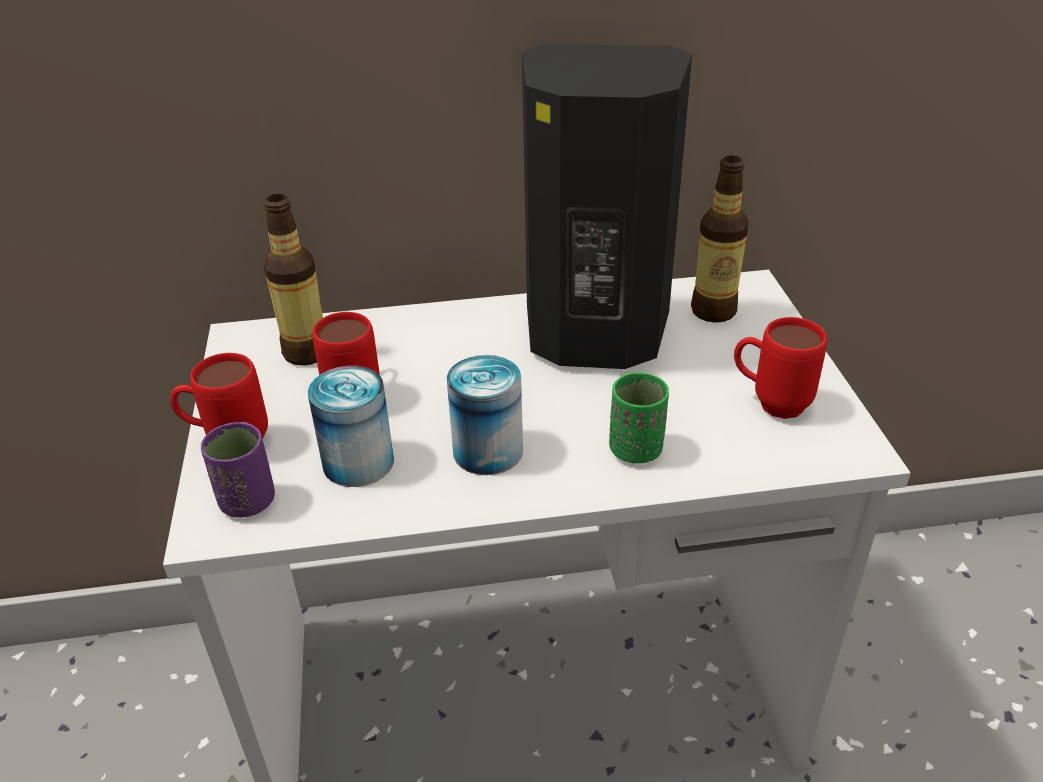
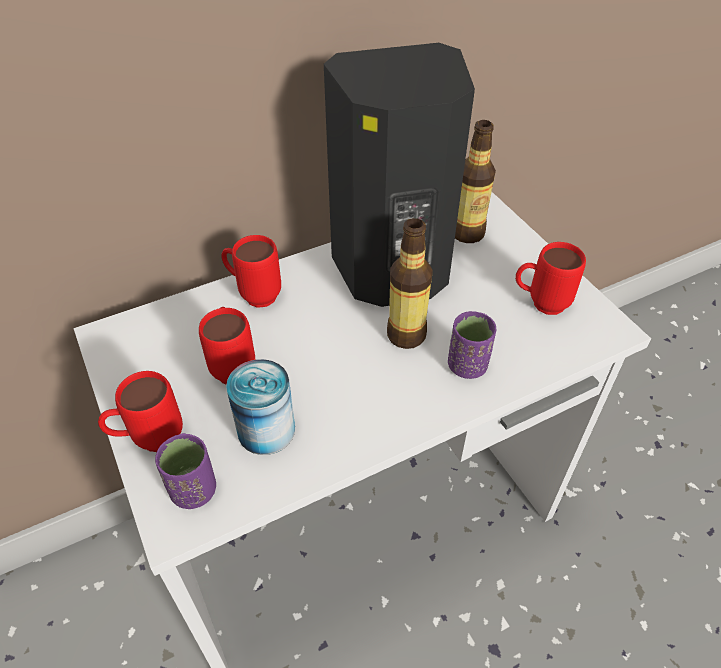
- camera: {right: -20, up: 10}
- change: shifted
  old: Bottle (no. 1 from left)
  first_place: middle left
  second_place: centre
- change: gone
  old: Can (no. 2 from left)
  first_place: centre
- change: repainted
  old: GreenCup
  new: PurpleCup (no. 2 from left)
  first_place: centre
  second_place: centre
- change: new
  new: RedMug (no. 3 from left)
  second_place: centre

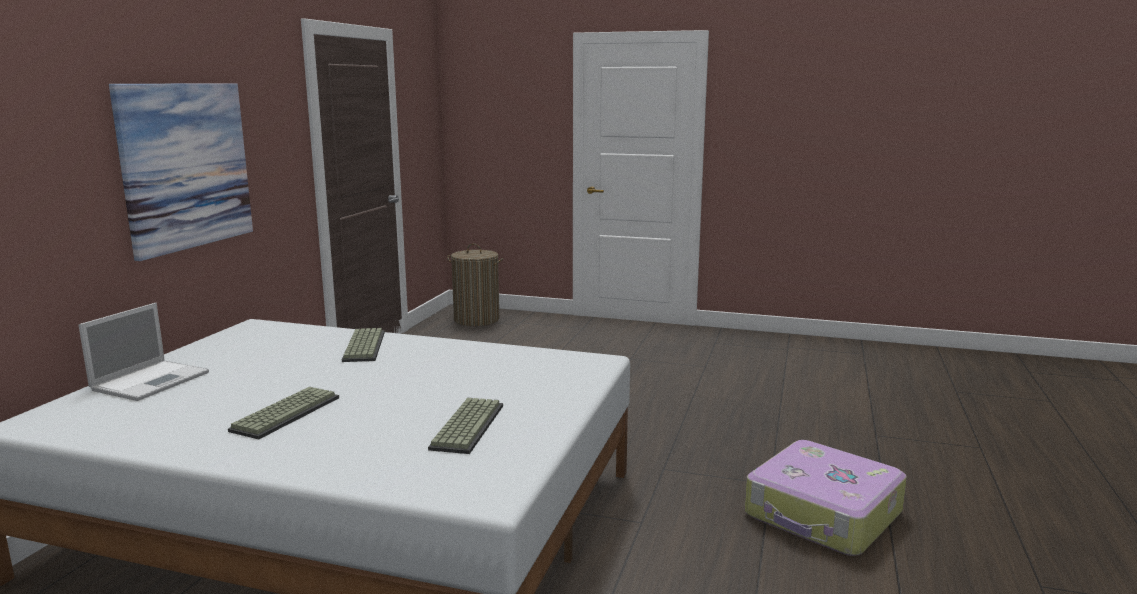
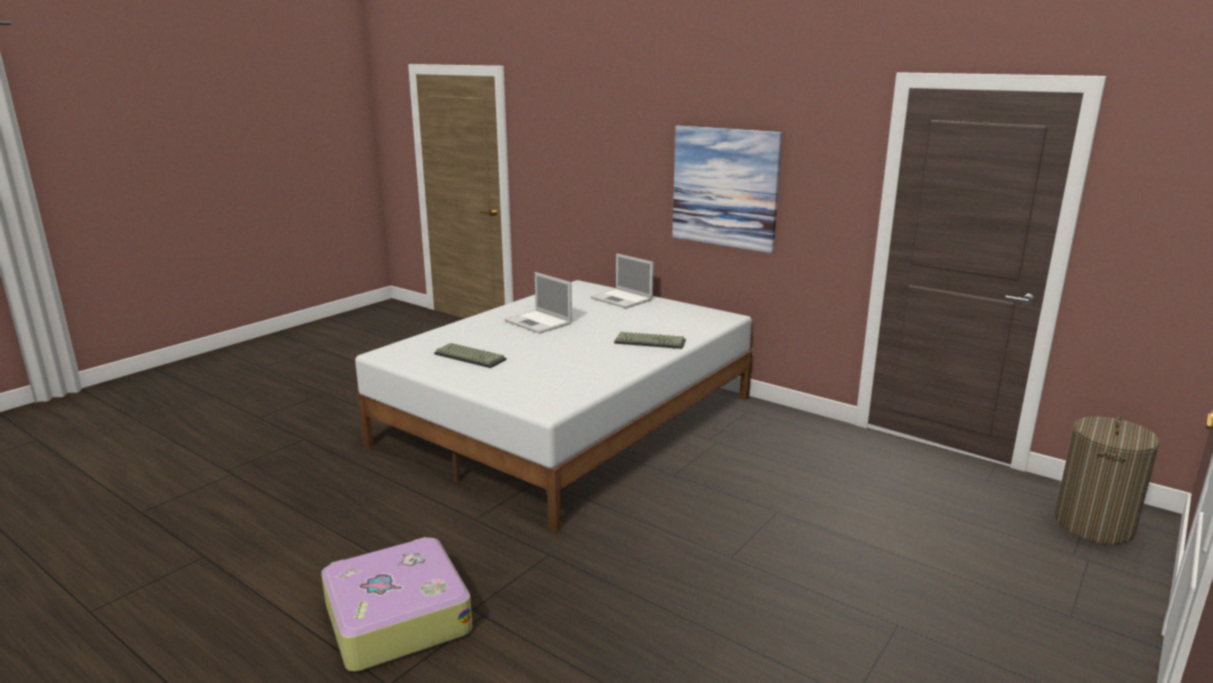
- camera: {right: 110, up: 5}
- change: swapped
  old: Keyboard (no. 1 from left)
  new: Laptop (no. 1 from left)
  first_place: bottom left
  second_place: centre

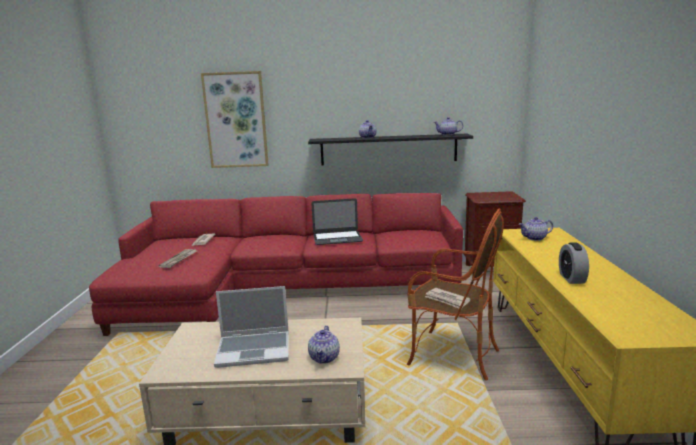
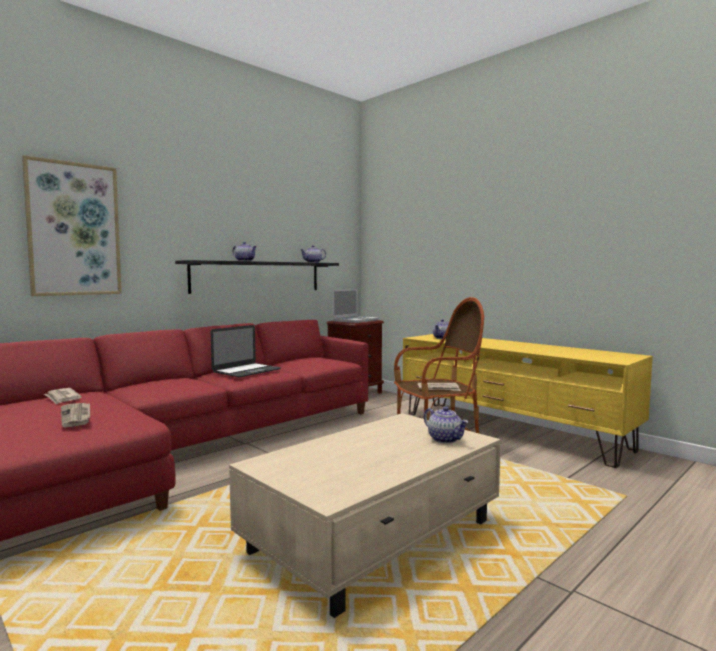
- camera: {right: -45, up: -10}
- change: shifted
  old: Laptop (no. 1 from left in the first image)
  new: Laptop (no. 2 from left)
  first_place: bottom centre
  second_place: centre
- change: gone
  old: AlarmClock
  first_place: middle right

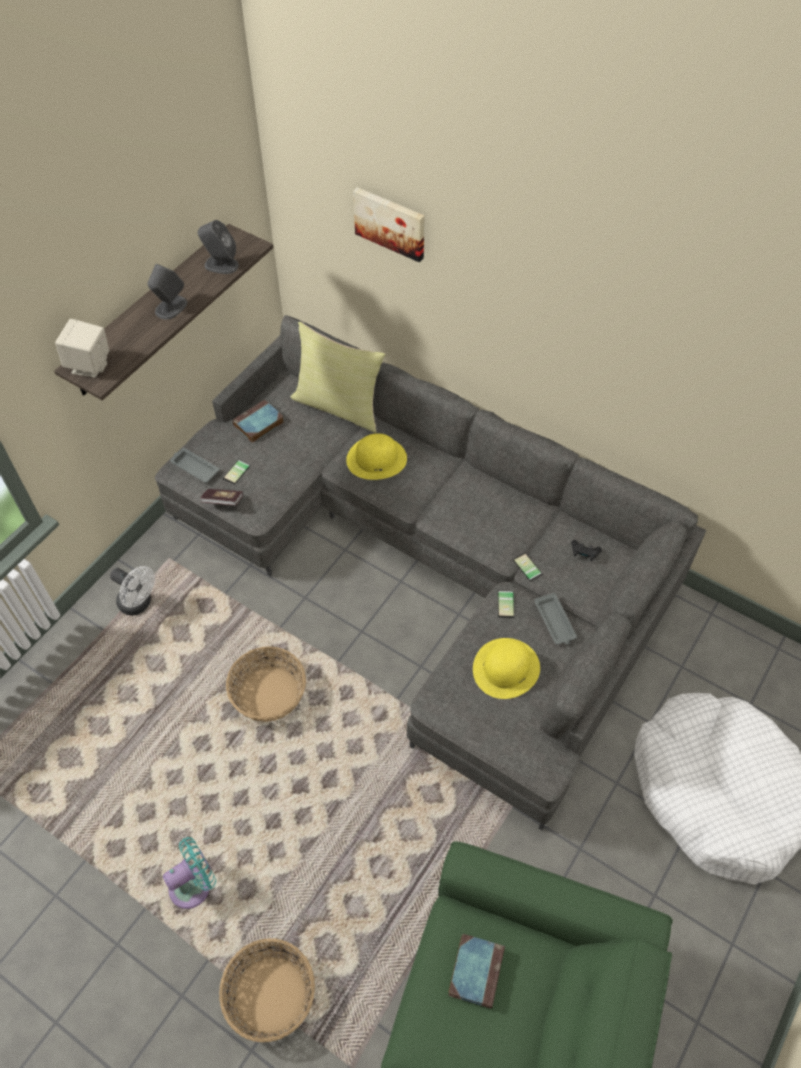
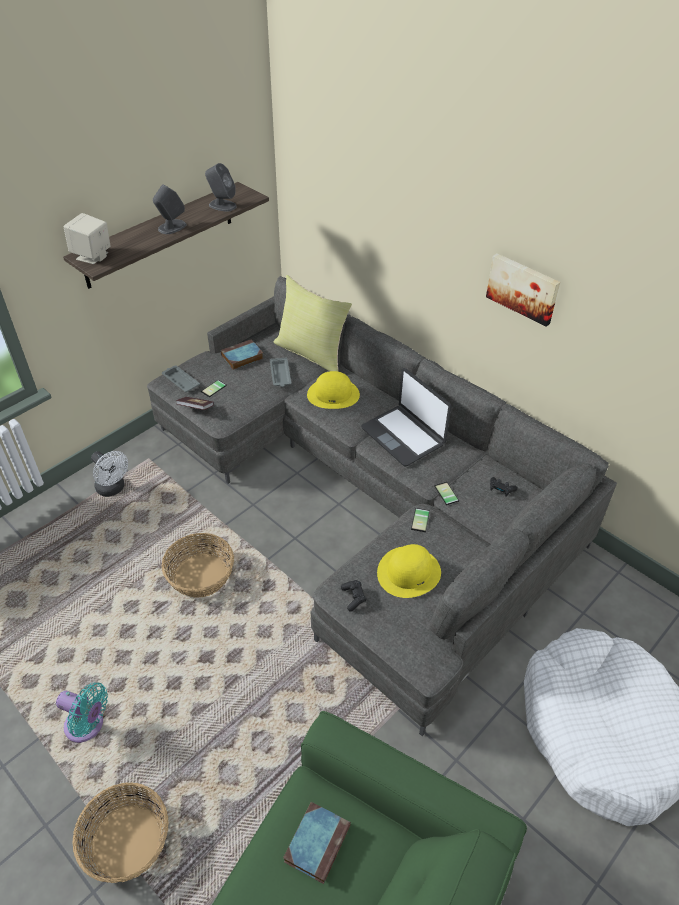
- camera: {right: 10, up: -10}
- change: rotated
  old: TurquoiseFan
  first_place: bottom left
  second_place: bottom left
  degrees: 45
- change: shifted
  old: Picture
  first_place: top centre
  second_place: top right
- change: shifted
  old: GreyTray (no. 2 from left)
  first_place: middle right
  second_place: centre
- change: new
  new: BlackGameController (no. 1 from left)
  second_place: centre
- change: new
  new: Laptop
  second_place: centre

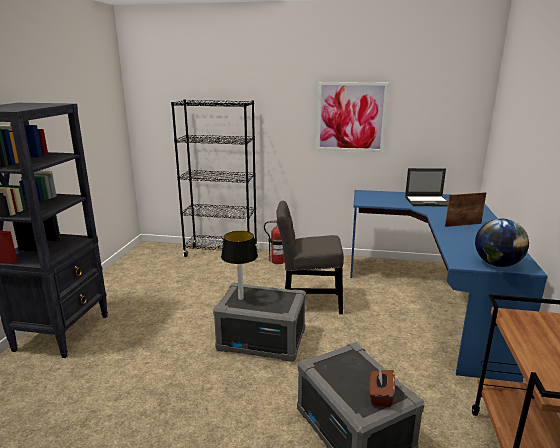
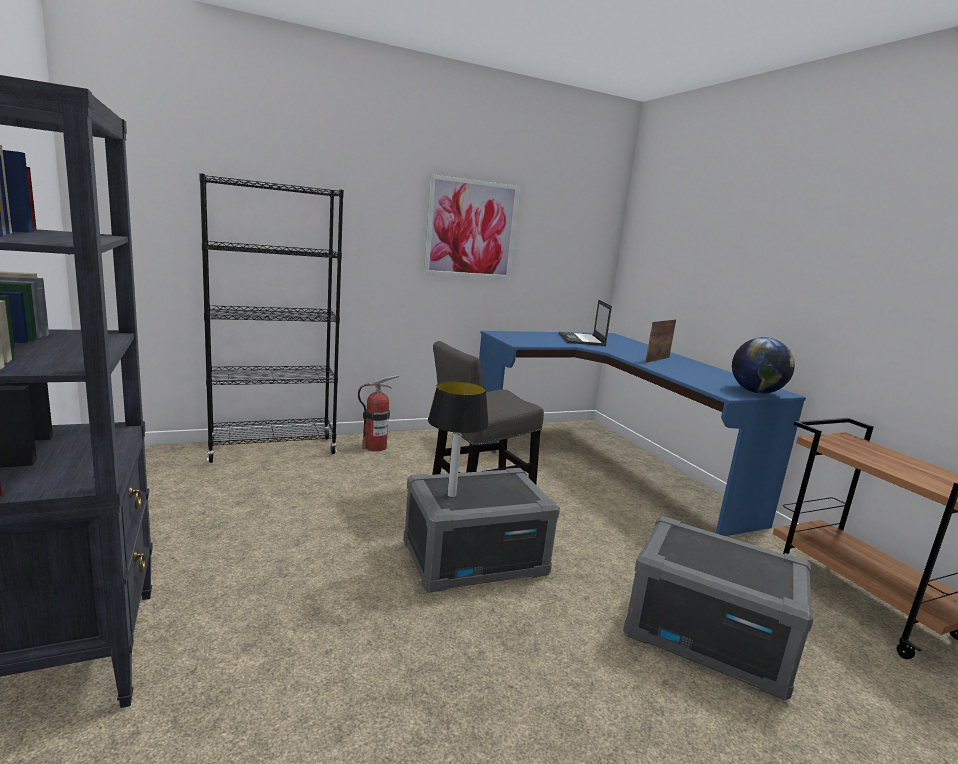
- camera: {right: -35, up: -5}
- change: gone
  old: BrownTissueBox
  first_place: bottom right
- change: rotated
  old: Laptop
  first_place: middle right
  second_place: centre
  degrees: 120

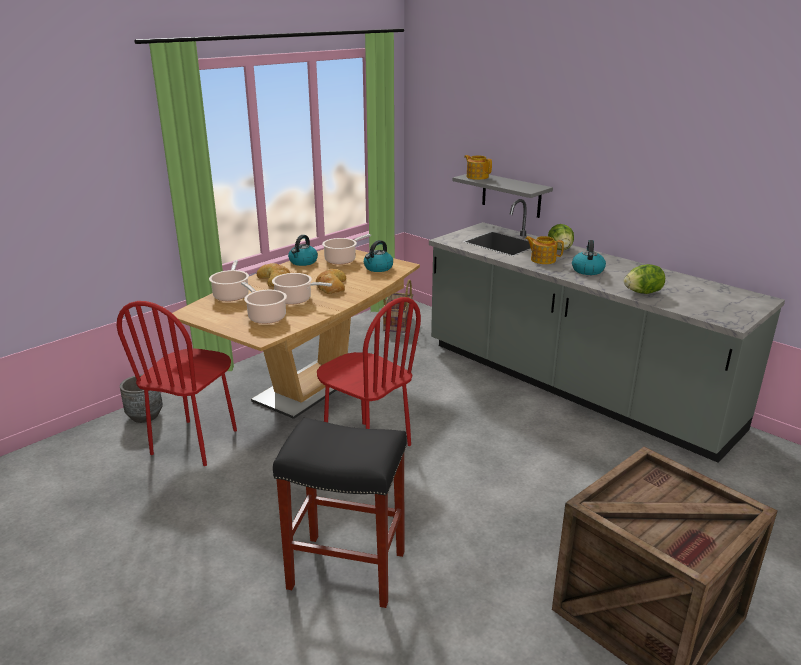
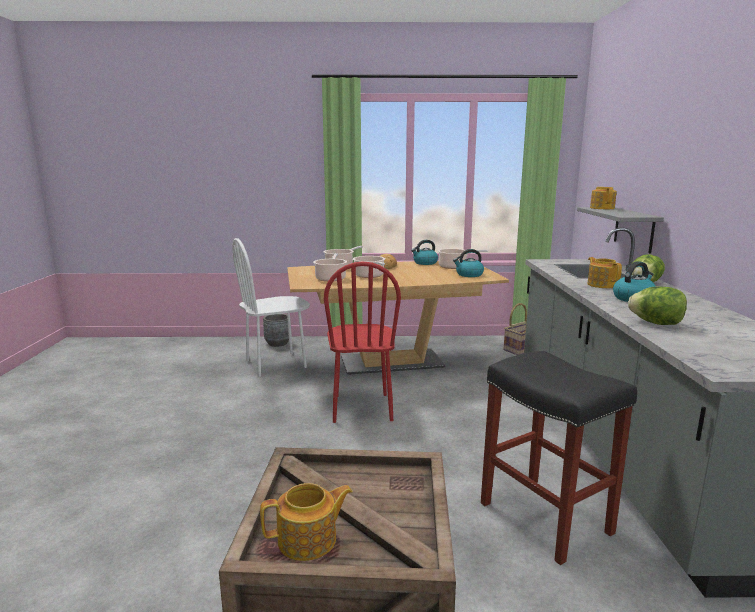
- camera: {right: 45, up: -10}
- change: repainted
  old: RedChair (no. 1 from left)
  new: WhiteChair
  first_place: middle left
  second_place: centre
- change: shifted
  old: BlackStool
  first_place: bottom centre
  second_place: bottom right
- change: gone
  old: Bread (no. 2 from left)
  first_place: centre
- change: new
  new: Teapot (no. 1 from left)
  second_place: bottom centre

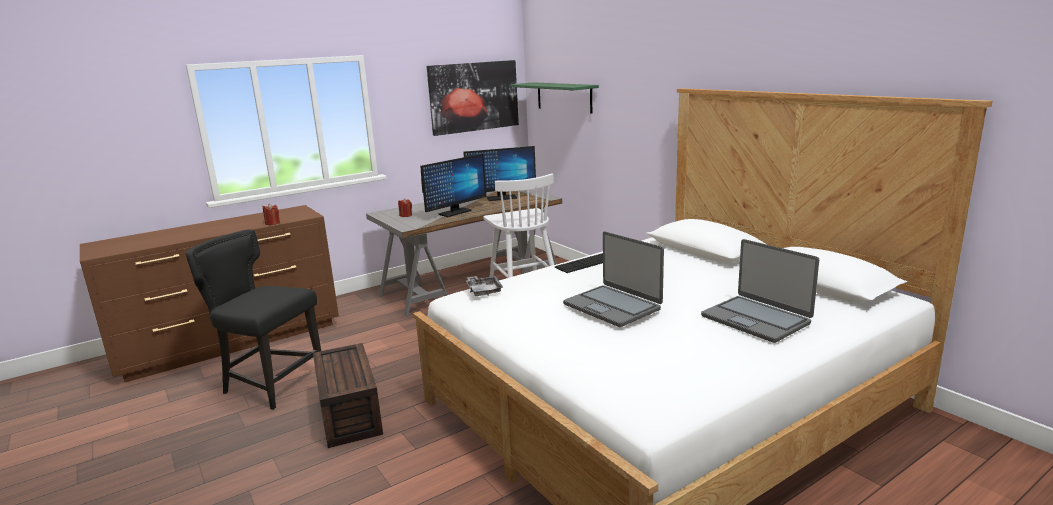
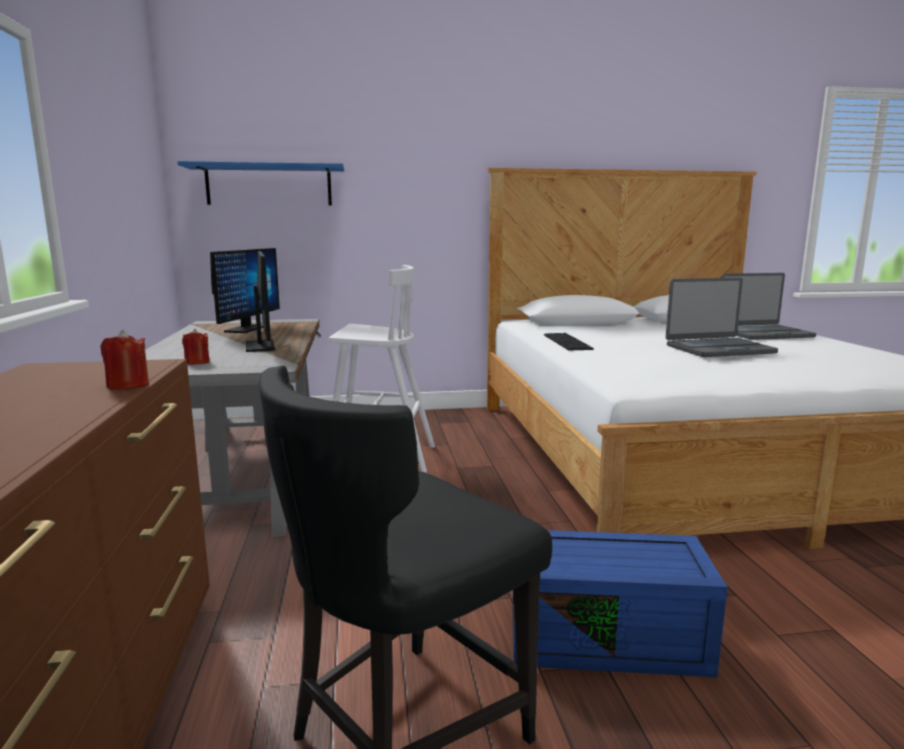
- camera: {right: -65, up: -5}
- change: repainted
  old: BrownStorageBox
  new: BlueStorageBox
  first_place: bottom left
  second_place: bottom right
- change: gone
  old: Picture
  first_place: top centre
- change: gone
  old: GreyTray
  first_place: centre
- change: repainted
  old: GreenShelf
  new: BlueShelf
  first_place: top centre
  second_place: top left

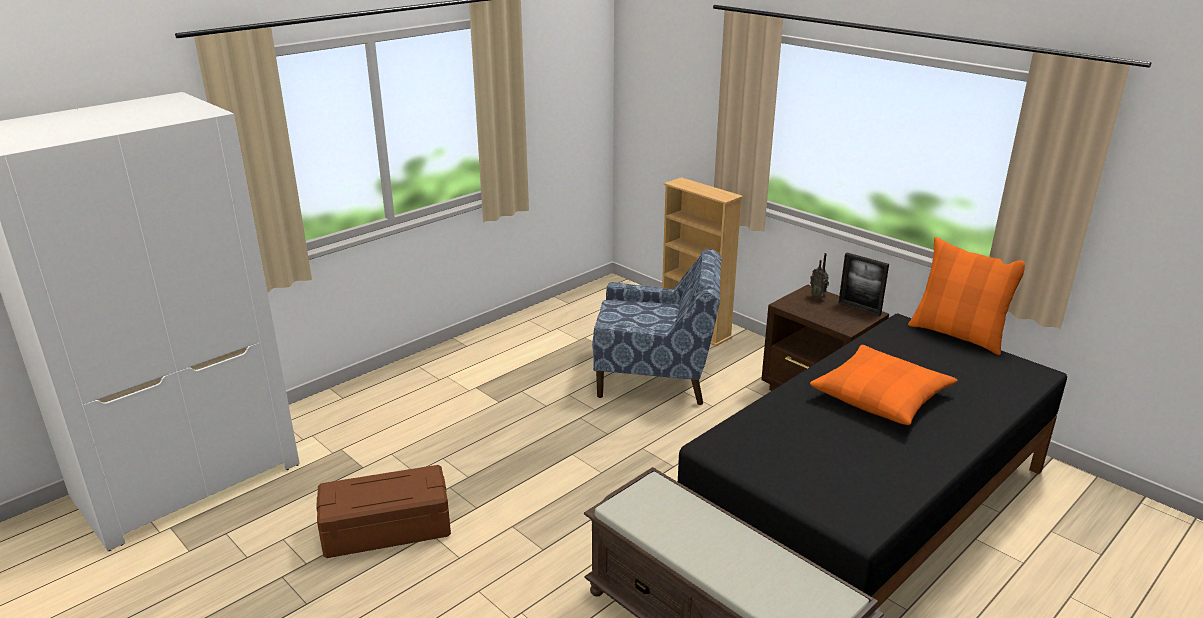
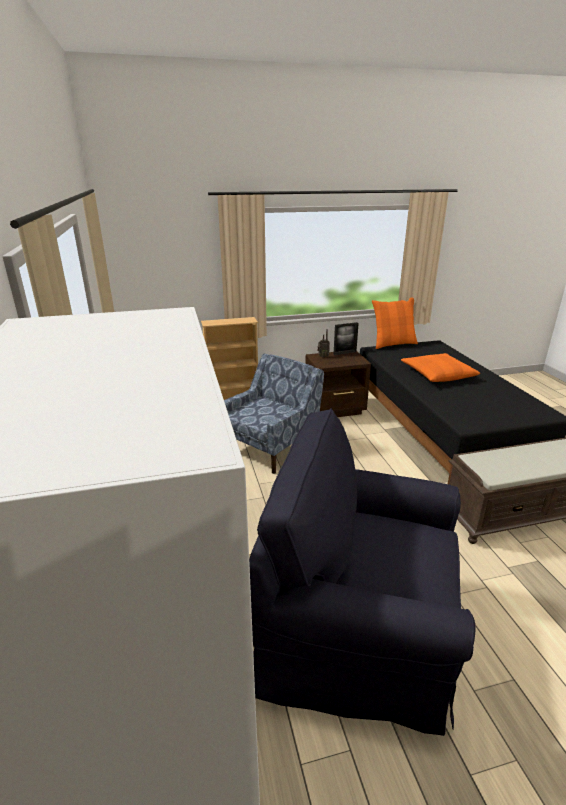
- camera: {right: -60, up: 0}
- change: swapped
  old: BrownStorageBox
  new: BlackArmchair
  first_place: bottom left
  second_place: bottom centre

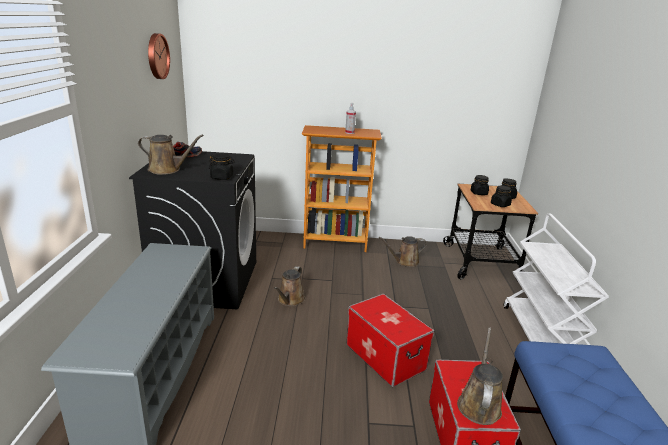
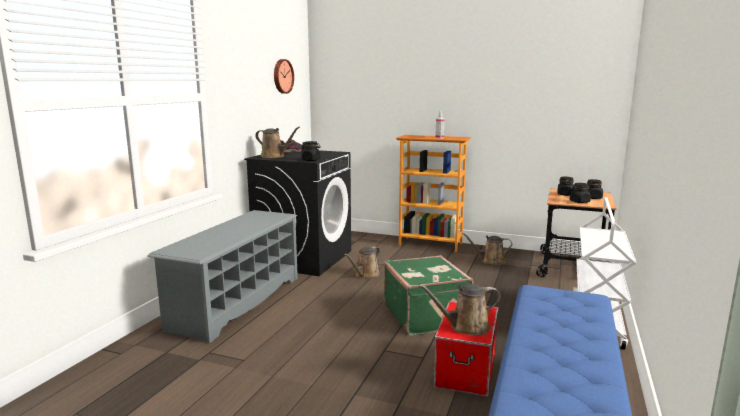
- camera: {right: 20, up: -10}
- change: swapped
  old: StorageBox (no. 1 from left)
  new: GreenSuitcase
  first_place: bottom centre
  second_place: bottom centre
- change: rotated
  old: BrownWateringCan (no. 4 from left in the first image)
  first_place: bottom right
  second_place: bottom centre
  degrees: -135

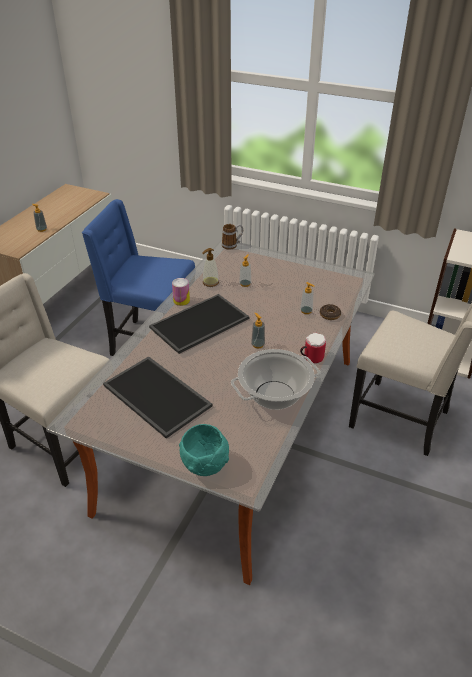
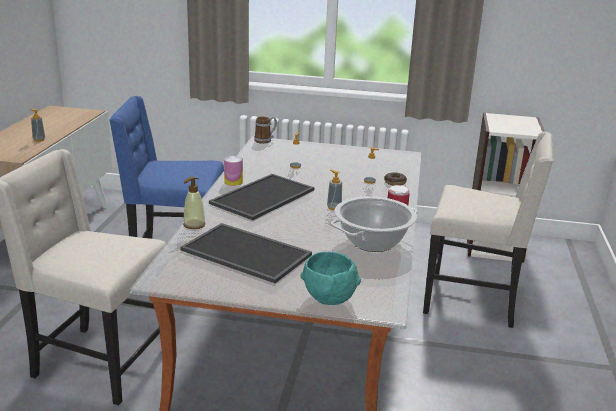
- camera: {right: -15, up: -15}
- change: shifted
  old: SoapDispenser (no. 2 from left)
  first_place: centre
  second_place: middle left

